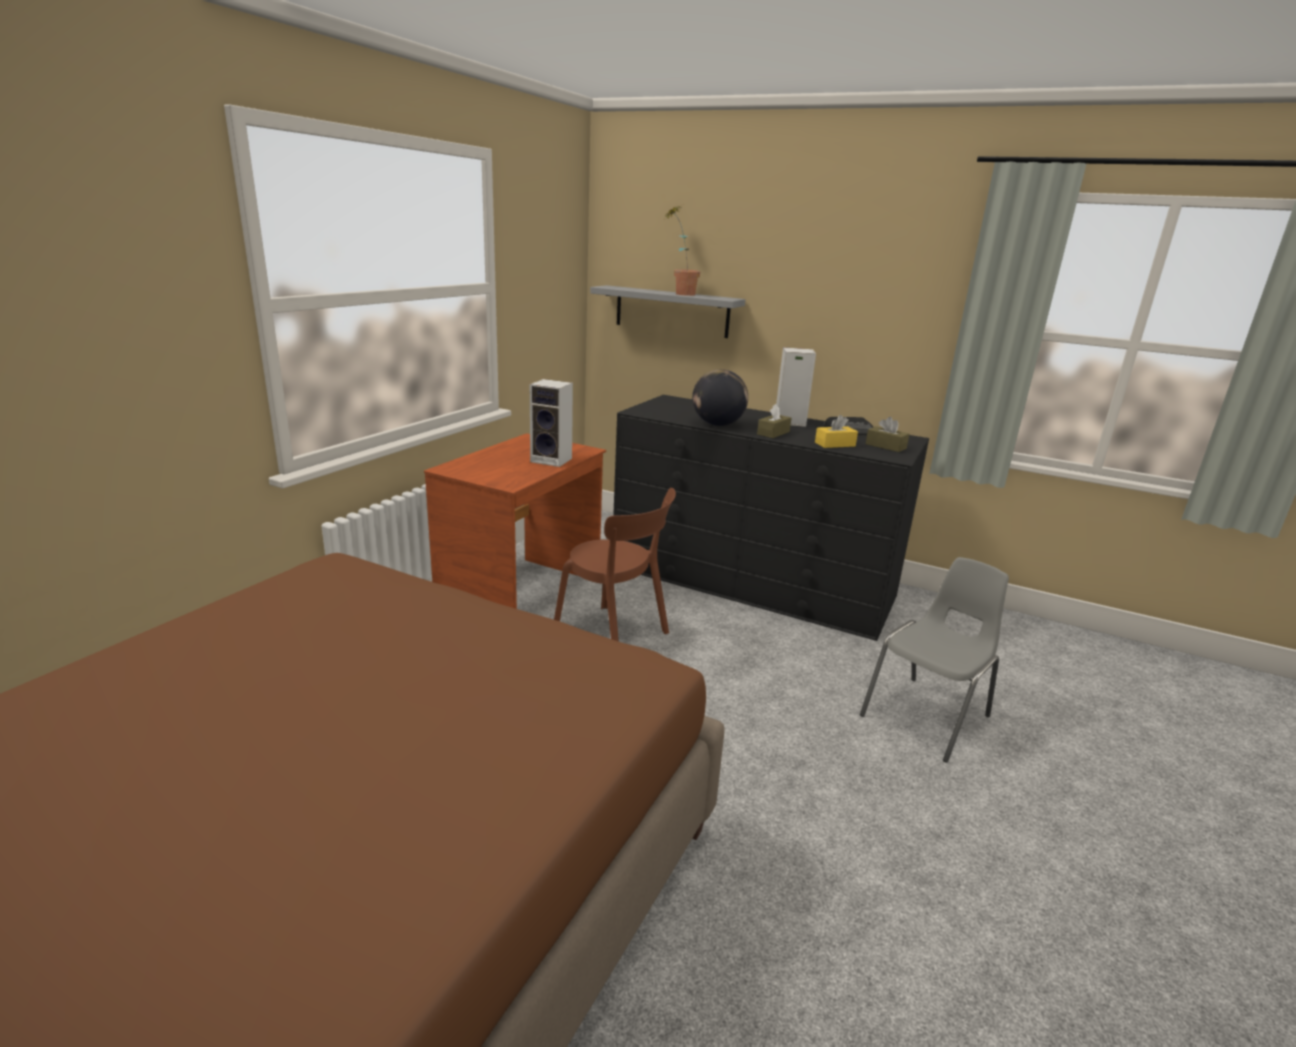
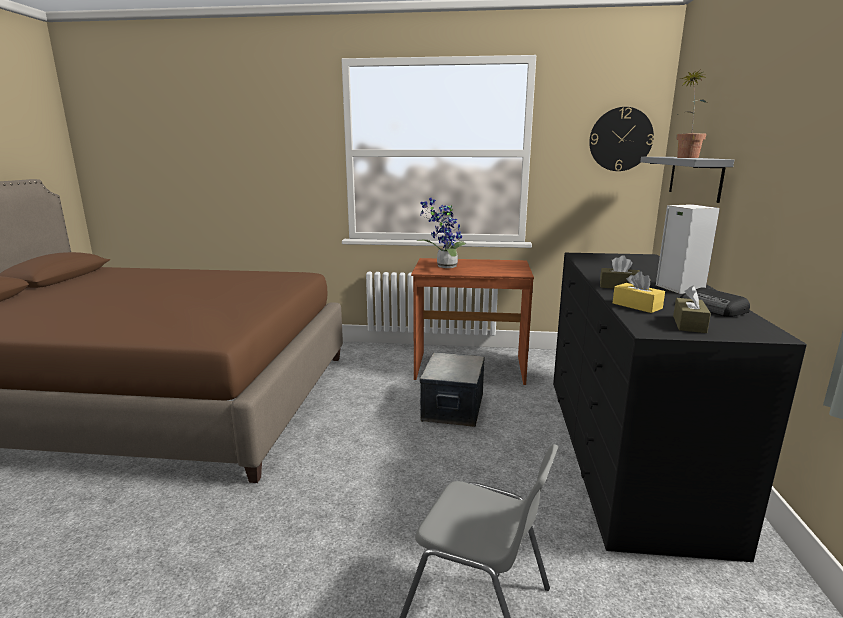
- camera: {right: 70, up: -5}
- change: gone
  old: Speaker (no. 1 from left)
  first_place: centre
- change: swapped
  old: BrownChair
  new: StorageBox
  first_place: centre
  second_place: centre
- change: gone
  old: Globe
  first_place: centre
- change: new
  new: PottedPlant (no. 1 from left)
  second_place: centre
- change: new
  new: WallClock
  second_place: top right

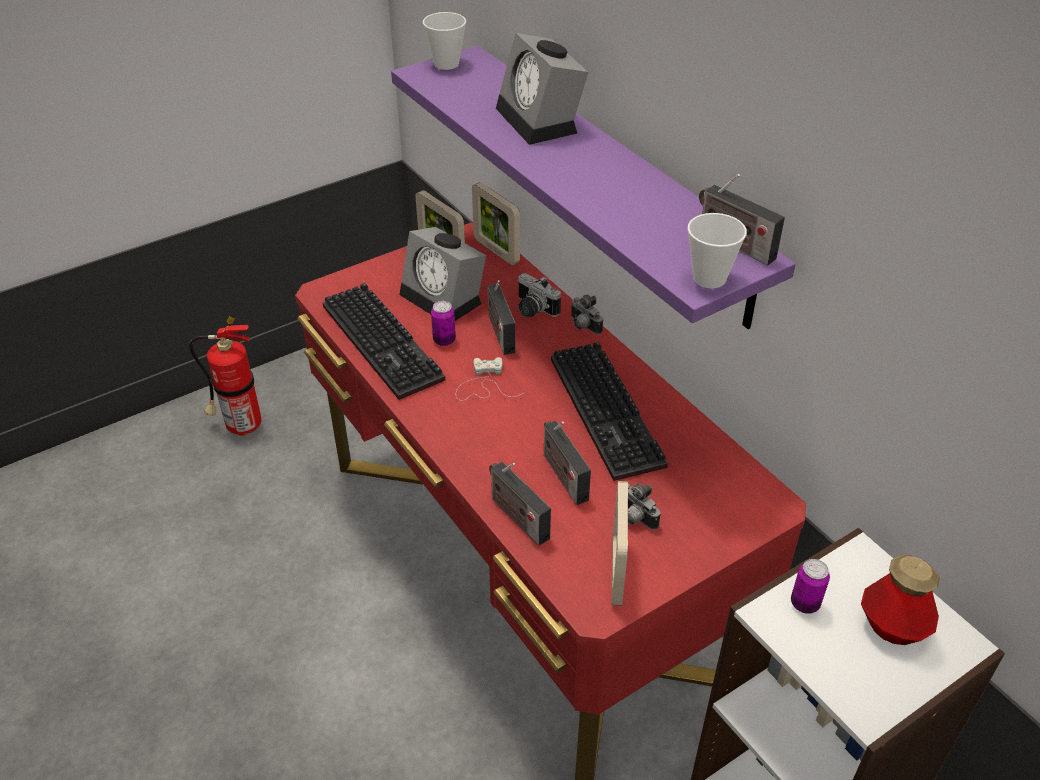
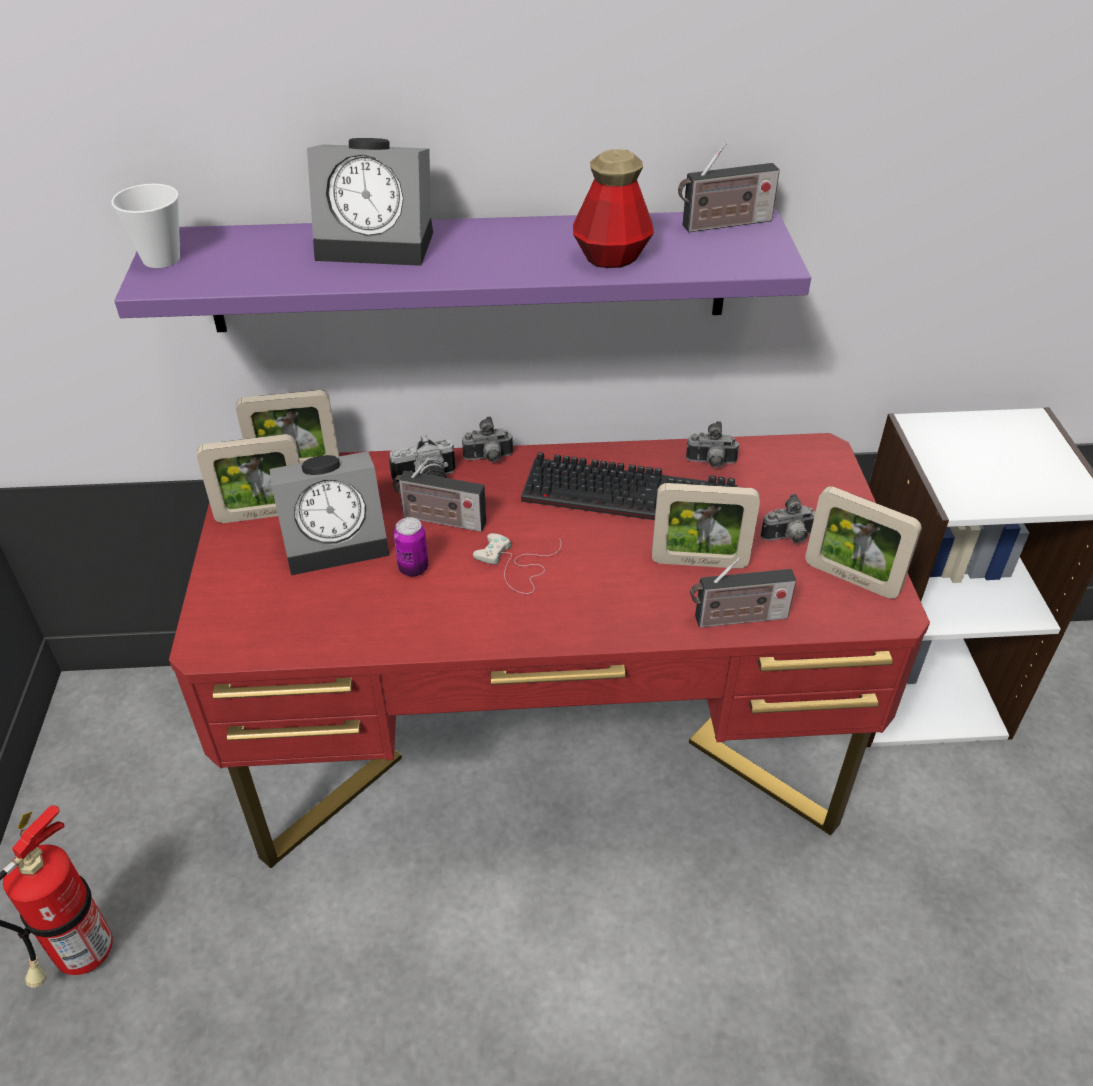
- camera: {right: -60, up: 0}
- change: gone
  old: Keyboard (no. 1 from left)
  first_place: centre
- change: swapped
  old: Radio (no. 3 from left)
  new: PictureFrame (no. 3 from left)
  first_place: centre
  second_place: centre
- change: gone
  old: Cup (no. 2 from left)
  first_place: top right
- change: gone
  old: Can (no. 2 from left)
  first_place: bottom right
- change: shifted
  old: Bottle
  first_place: bottom right
  second_place: top centre
- change: new
  new: PhotoCamera (no. 3 from left)
  second_place: centre

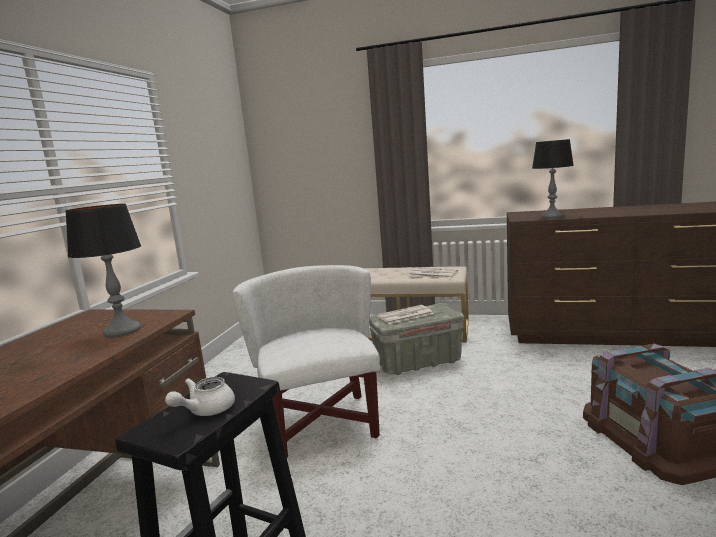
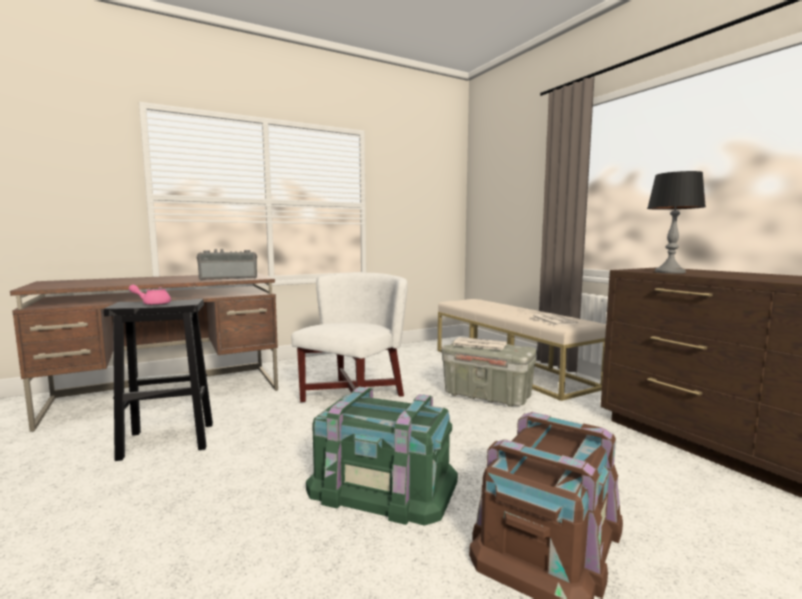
- camera: {right: 45, up: -5}
- change: swapped
  old: TableLamp (no. 1 from left)
  new: Radio
  first_place: middle left
  second_place: middle left
- change: repainted
  old: WhiteTeapot
  new: PinkTeapot
  first_place: bottom left
  second_place: middle left
- change: new
  new: GreenStorageBox
  second_place: bottom centre

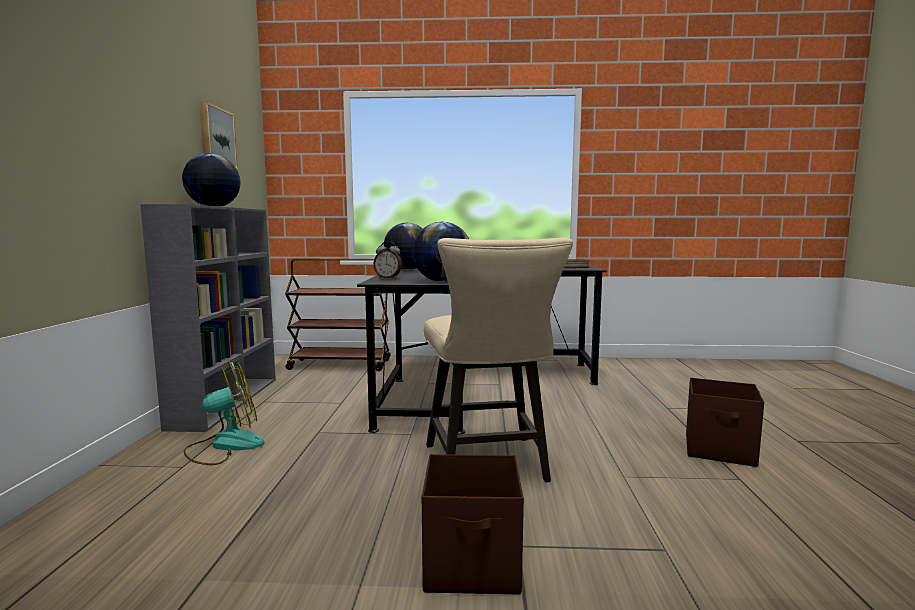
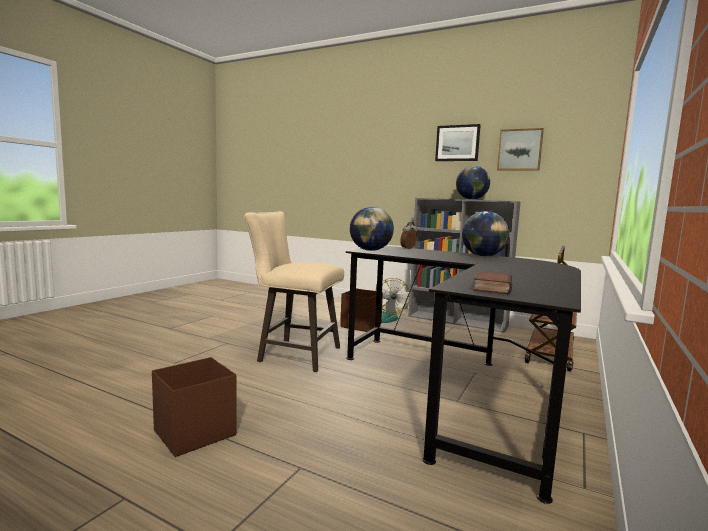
- camera: {right: 115, up: 0}
- change: shifted
  old: BrownStorageBox (no. 1 from left in the first image)
  new: BrownStorageBox (no. 2 from left)
  first_place: bottom centre
  second_place: centre
- change: new
  new: Picture (no. 1 from left)
  second_place: top centre

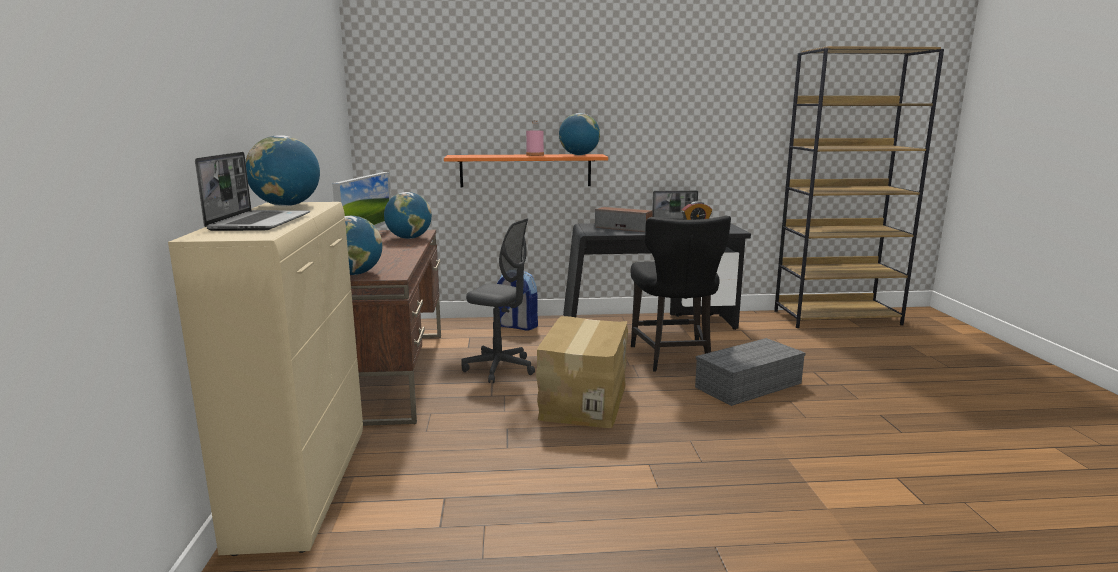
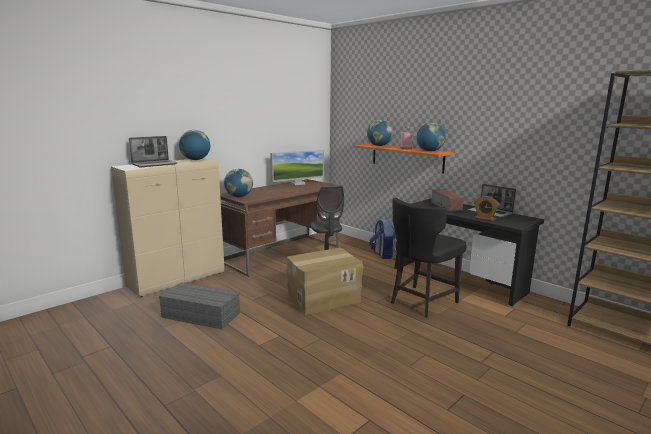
- camera: {right: 50, up: 0}
- change: shifted
  old: Globe (no. 3 from left)
  first_place: centre
  second_place: top centre
- change: shifted
  old: GreyStorageBox
  first_place: middle right
  second_place: bottom left

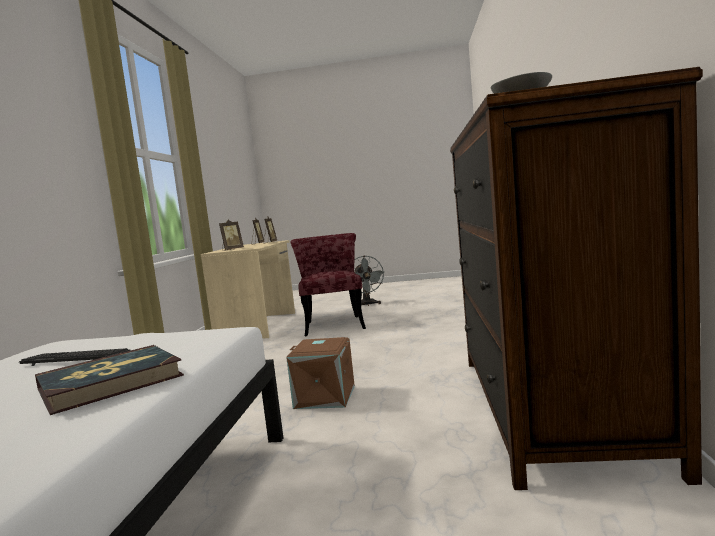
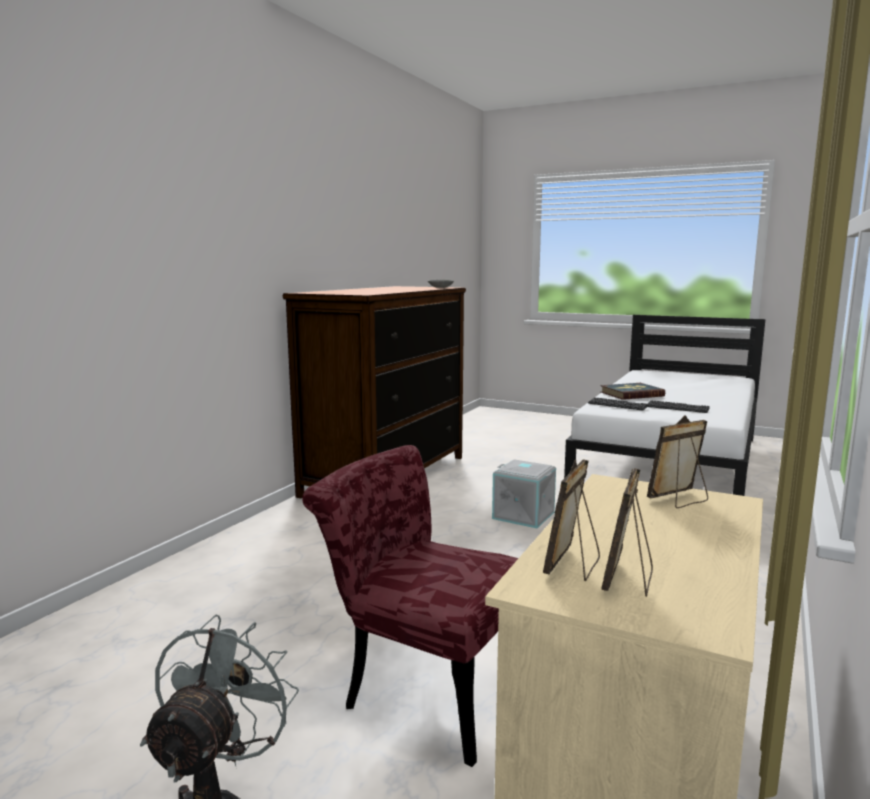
- camera: {right: -160, up: 5}
- change: repainted
  old: BrownStorageBox
  new: GreyStorageBox
  first_place: bottom centre
  second_place: centre
- change: rotated
  old: RedChair
  first_place: centre
  second_place: bottom centre
  degrees: 105
- change: new
  new: Keyboard (no. 1 from left)
  second_place: middle right

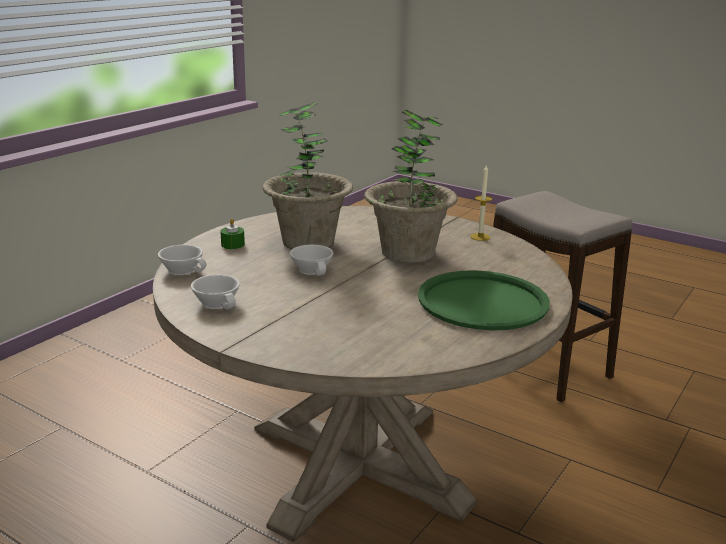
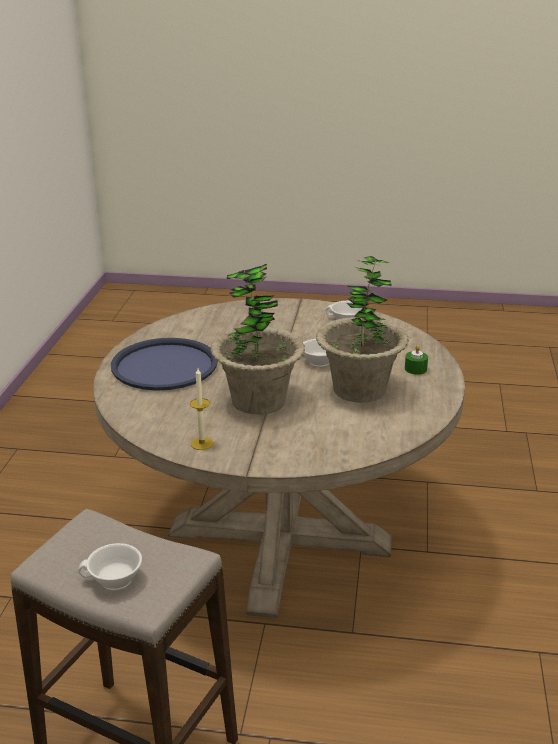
- camera: {right: 155, up: 5}
- change: shifted
  old: WhiteCup (no. 1 from left)
  first_place: middle left
  second_place: bottom left
- change: repainted
  old: GreenTray
  new: BlueTray
  first_place: middle right
  second_place: middle left

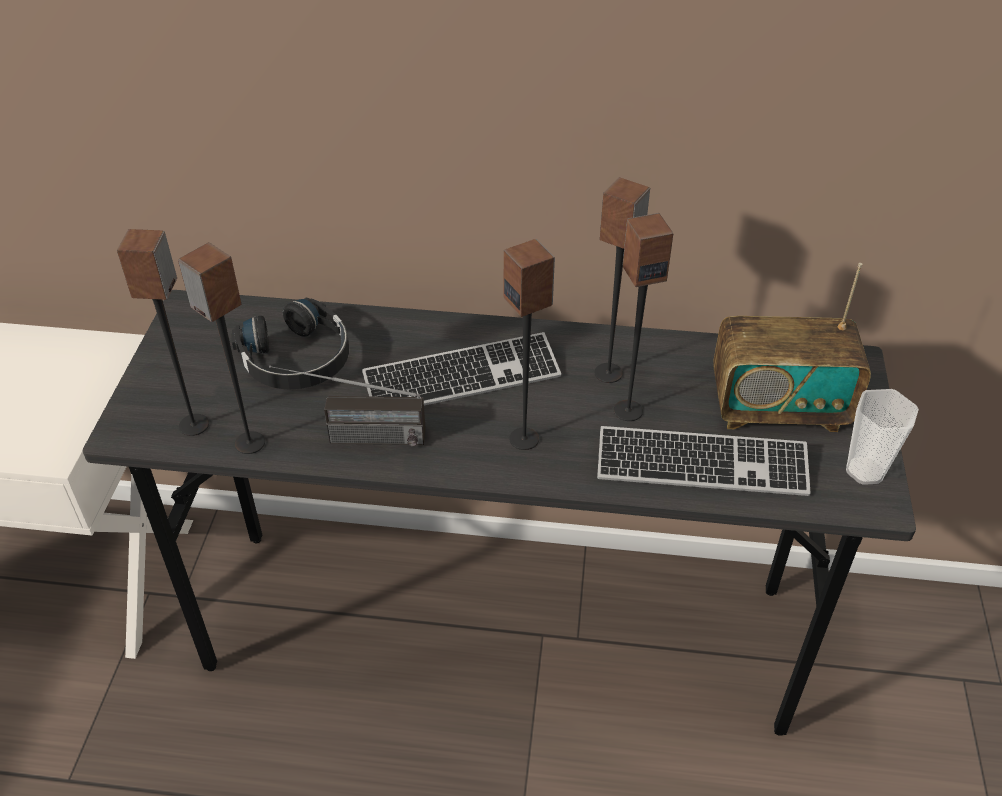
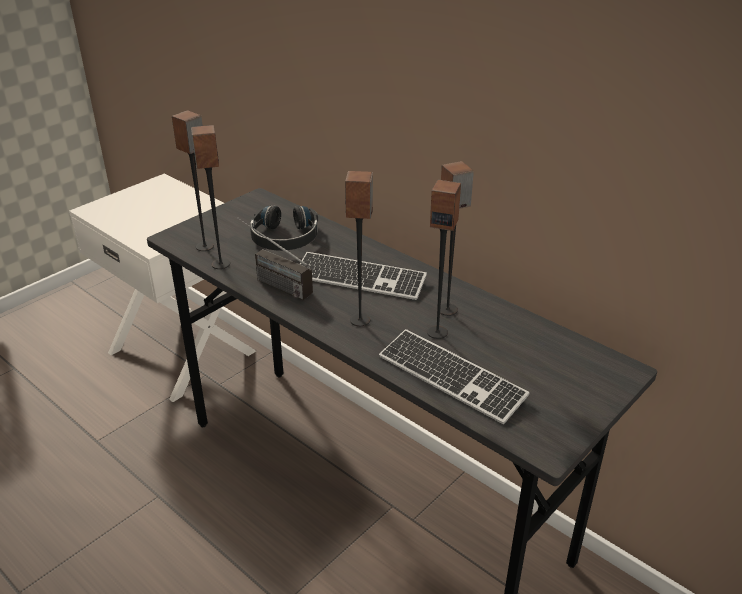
- camera: {right: 35, up: -10}
- change: gone
  old: Radio (no. 2 from left)
  first_place: middle right
- change: gone
  old: Cup
  first_place: middle right

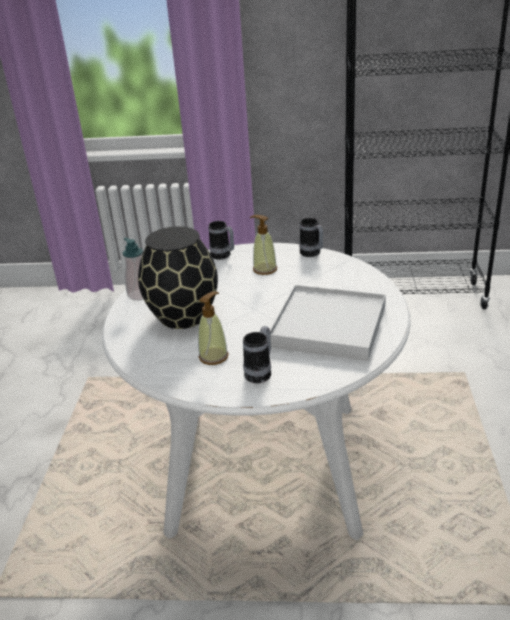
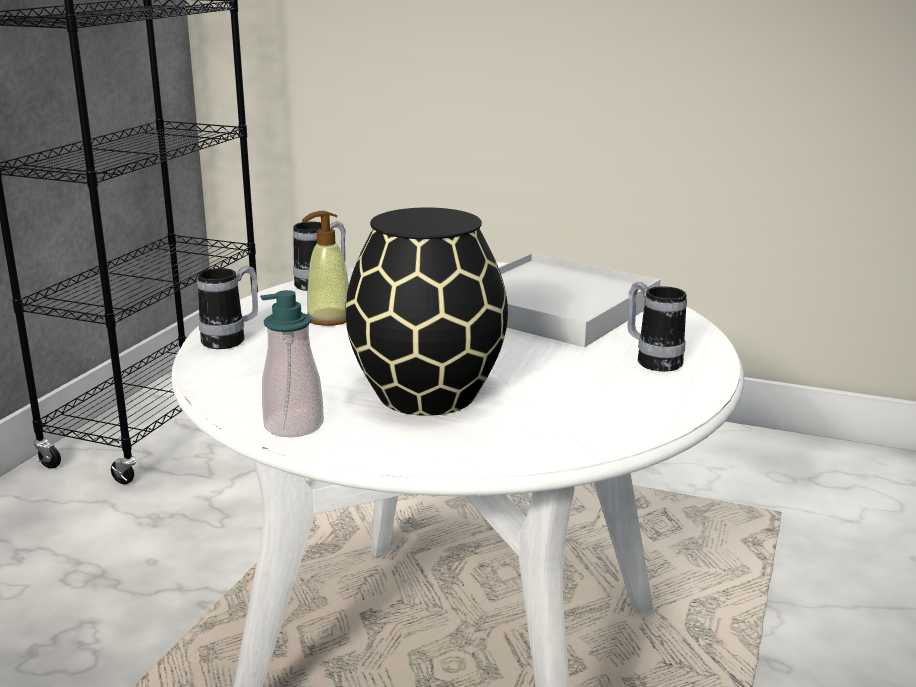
- camera: {right: -75, up: -10}
- change: gone
  old: SoapDispenser (no. 2 from left)
  first_place: centre

